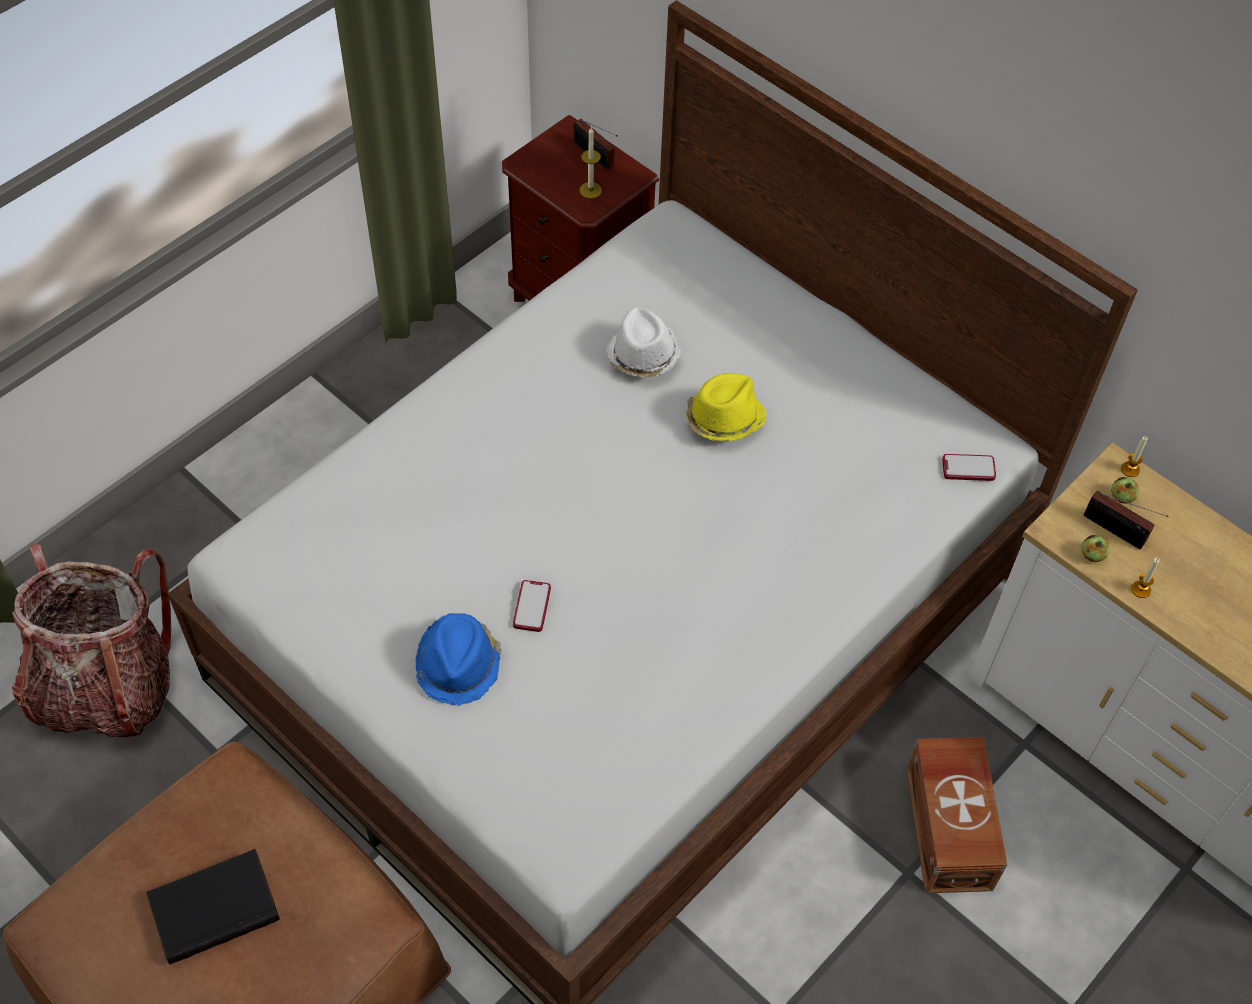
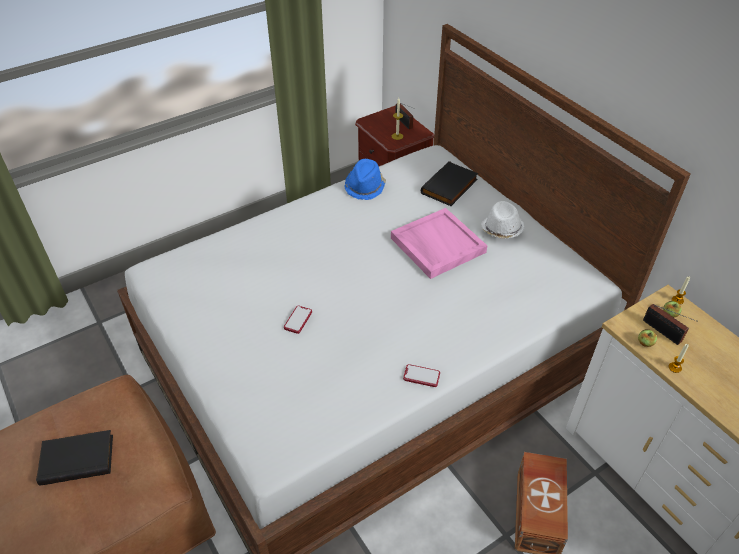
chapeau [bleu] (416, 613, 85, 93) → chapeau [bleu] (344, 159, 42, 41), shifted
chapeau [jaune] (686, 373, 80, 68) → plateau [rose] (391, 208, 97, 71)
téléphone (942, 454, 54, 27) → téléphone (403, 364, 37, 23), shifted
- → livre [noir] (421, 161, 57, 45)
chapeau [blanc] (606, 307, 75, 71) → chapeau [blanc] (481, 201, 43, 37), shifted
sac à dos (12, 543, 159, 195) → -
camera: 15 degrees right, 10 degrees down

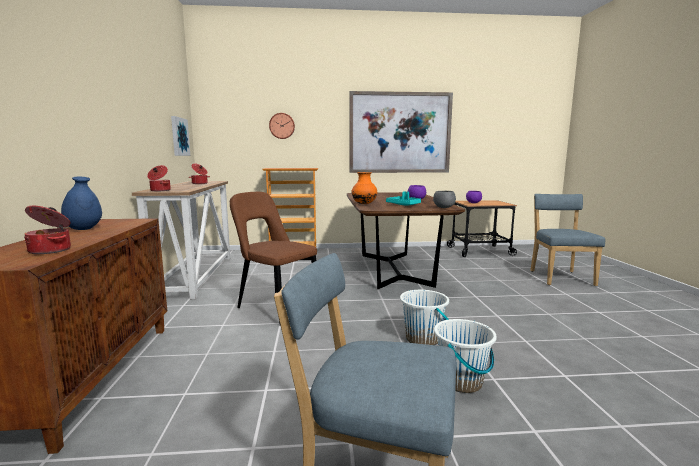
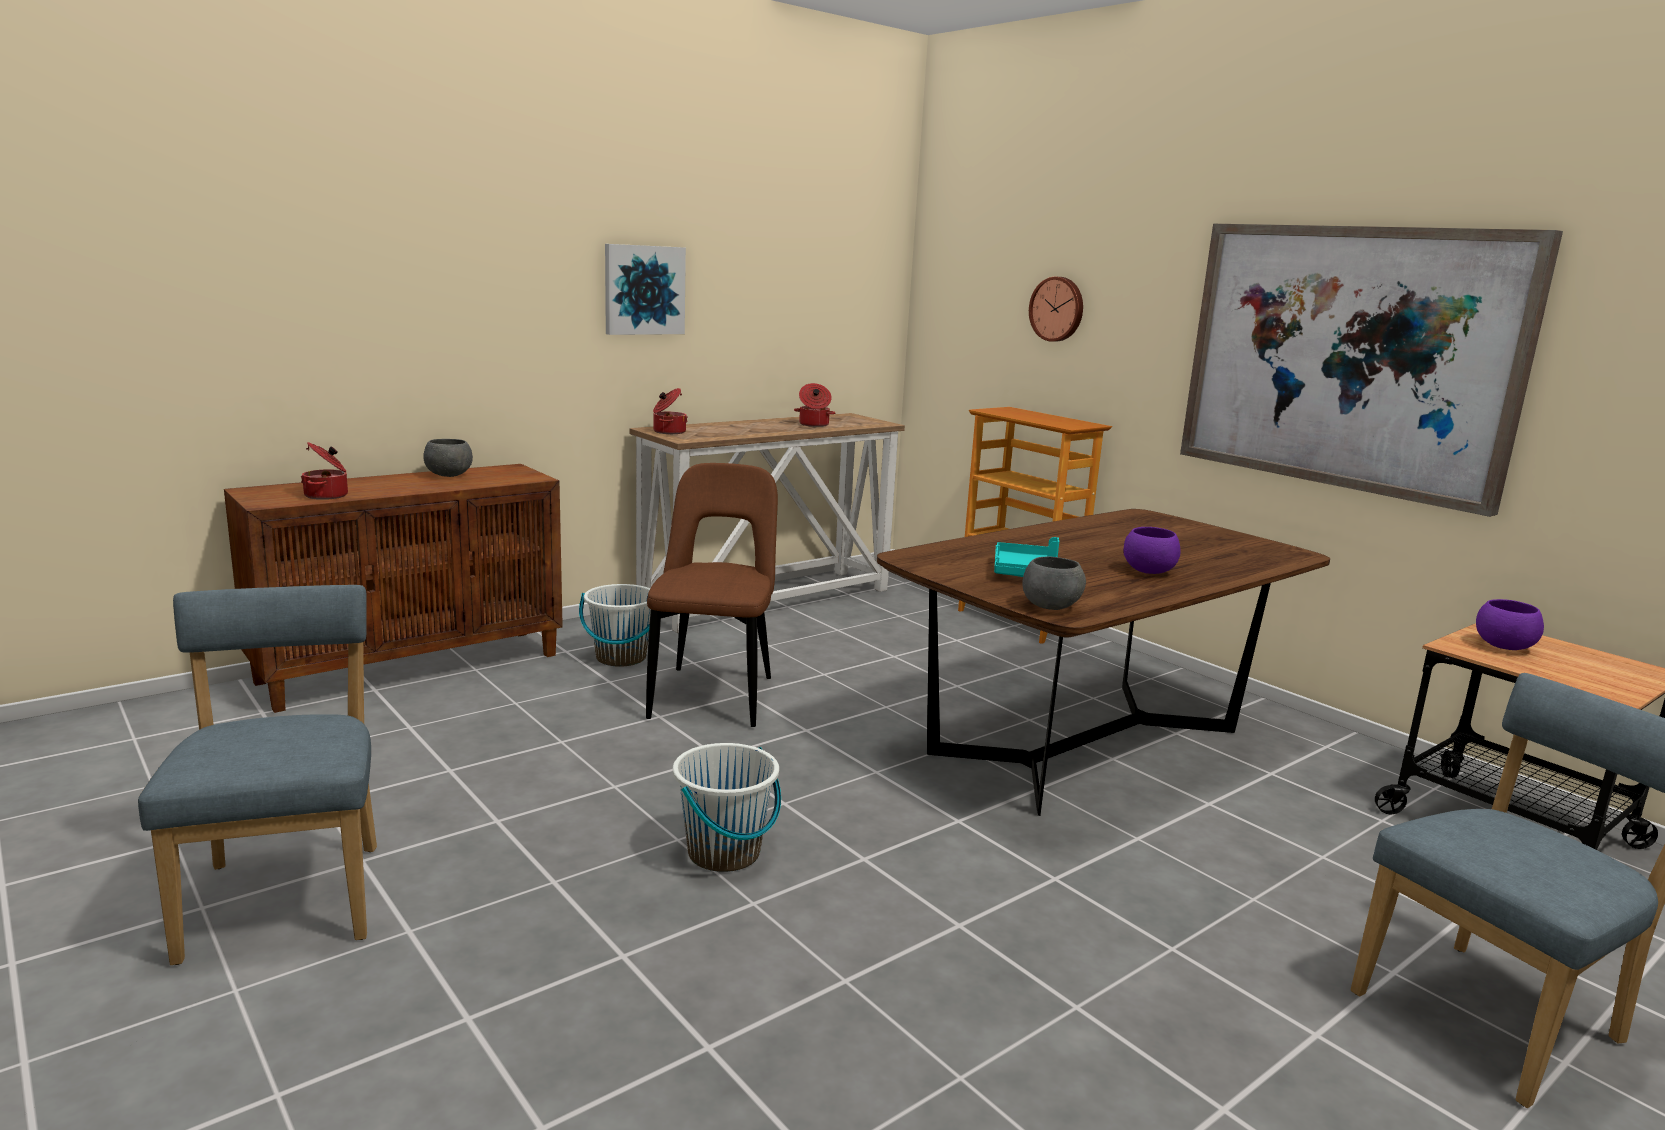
vase [bleu] (61, 177, 41, 53) → bol [gris] (423, 439, 50, 38)
seau [blanc] (434, 319, 63, 74) → seau [blanc] (579, 584, 72, 83), shifted
tableau (171, 116, 19, 40) → tableau (605, 244, 81, 91), shifted
vase [orange] (351, 172, 26, 32) → -
camera: 55 degrees right, 5 degrees up

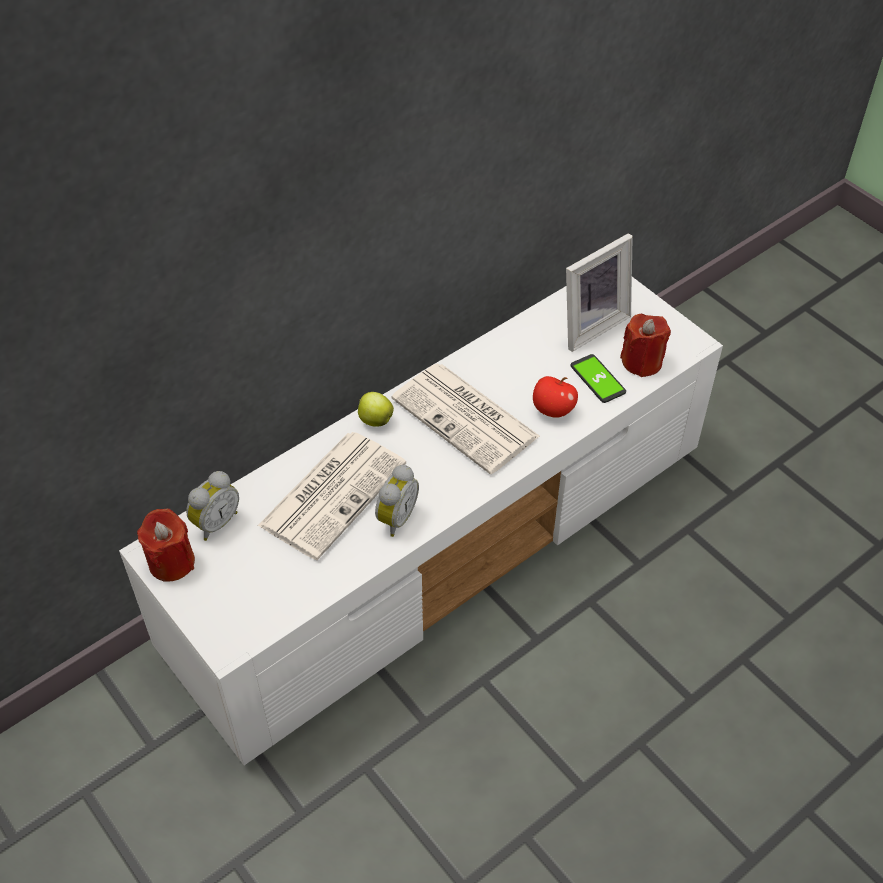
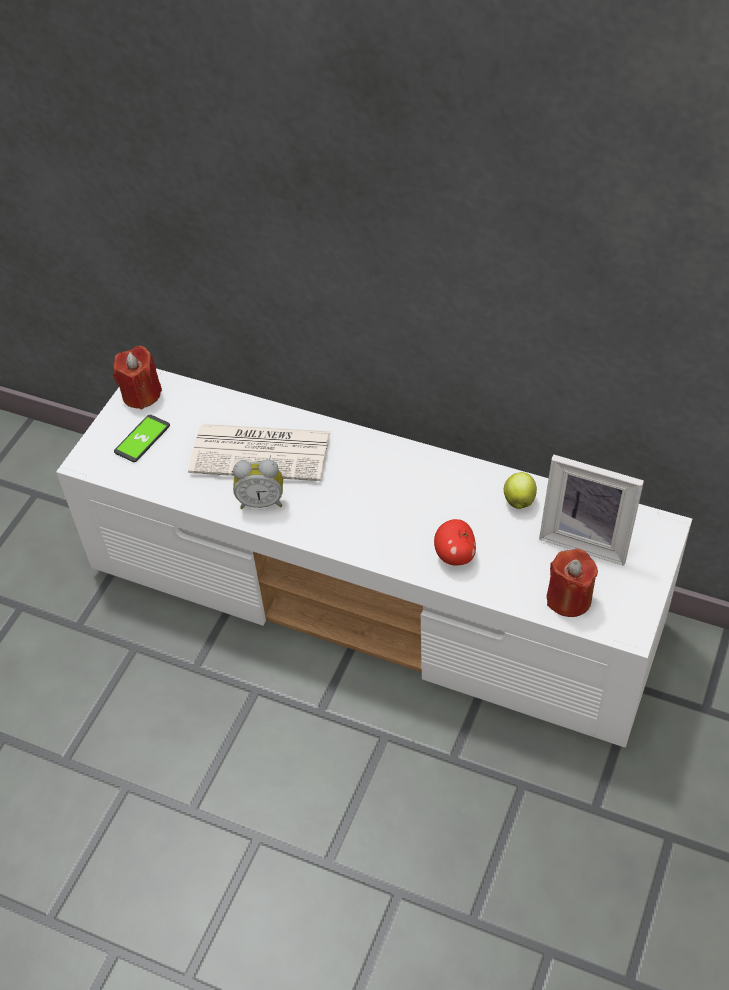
téléphone (570, 354, 56, 49) → téléphone (114, 415, 56, 47), shifted
pomme (358, 392, 36, 35) → pomme (504, 472, 33, 37), shifted
réveil (186, 471, 53, 70) → -
journal (391, 363, 149, 111) → -
camera: 65 degrees right, 0 degrees up

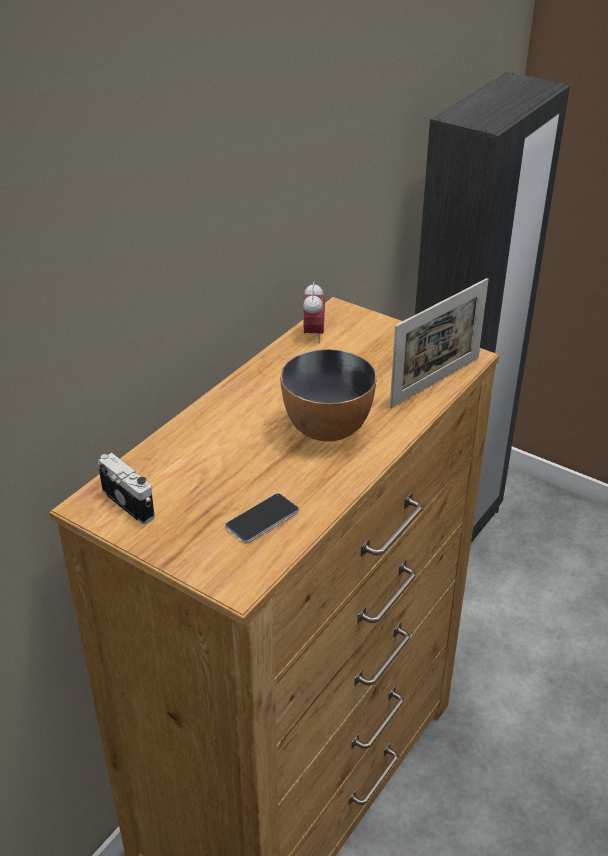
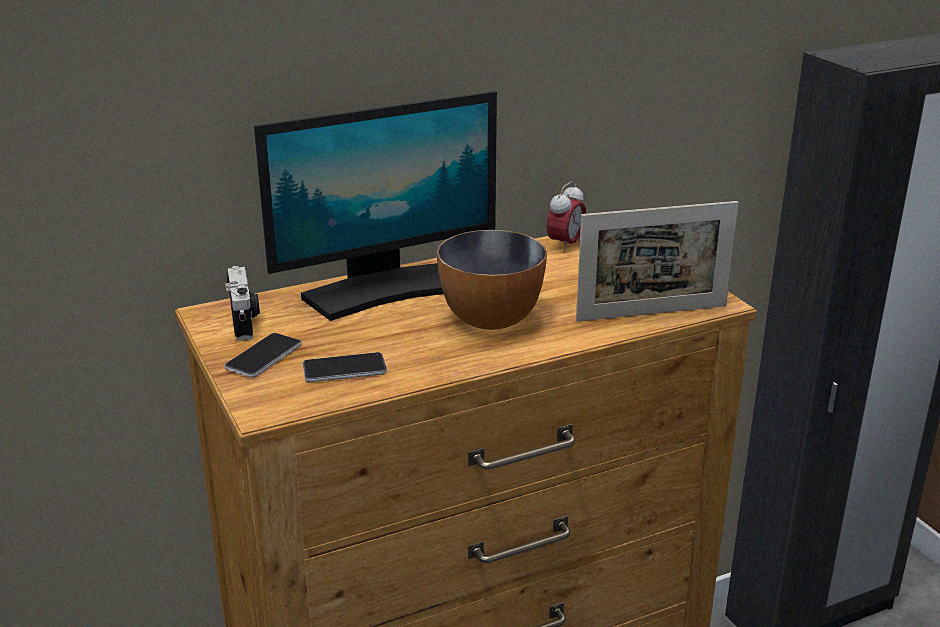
- → téléphone (224, 333, 78, 45)
- → écran d'ordinateur (254, 91, 243, 230)
camera: 30 degrees right, 10 degrees down

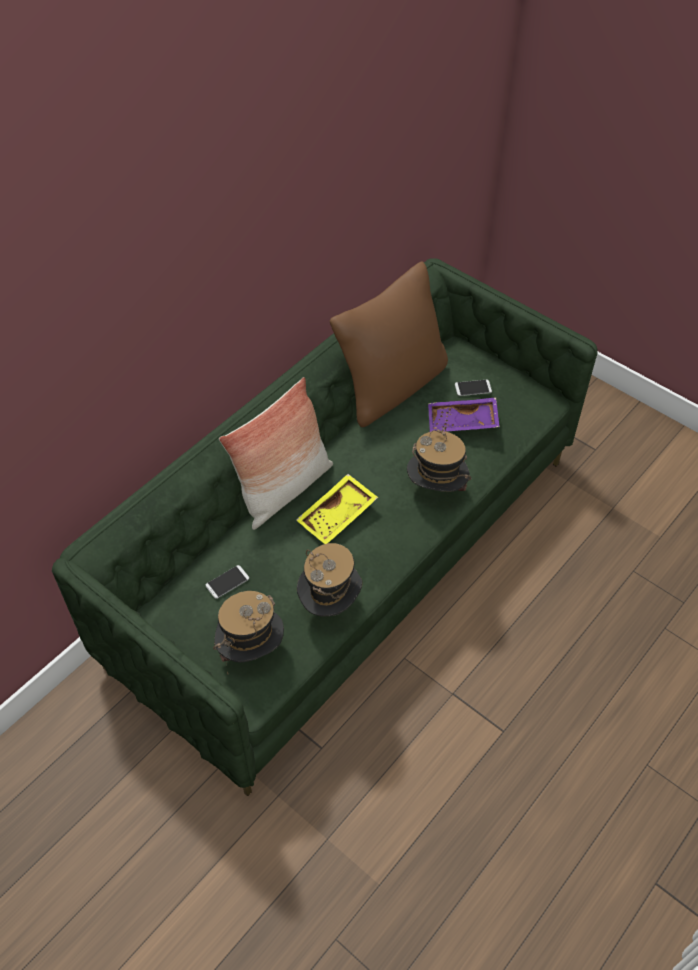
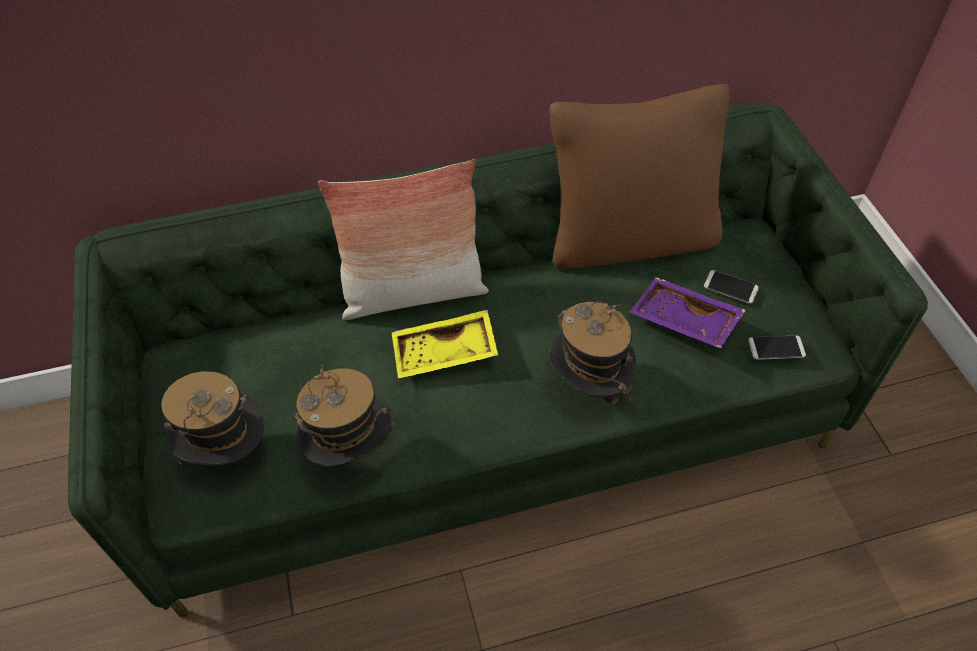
téléphone (205, 565, 44, 34) → téléphone (748, 335, 58, 25), shifted
camera: 35 degrees right, 0 degrees up

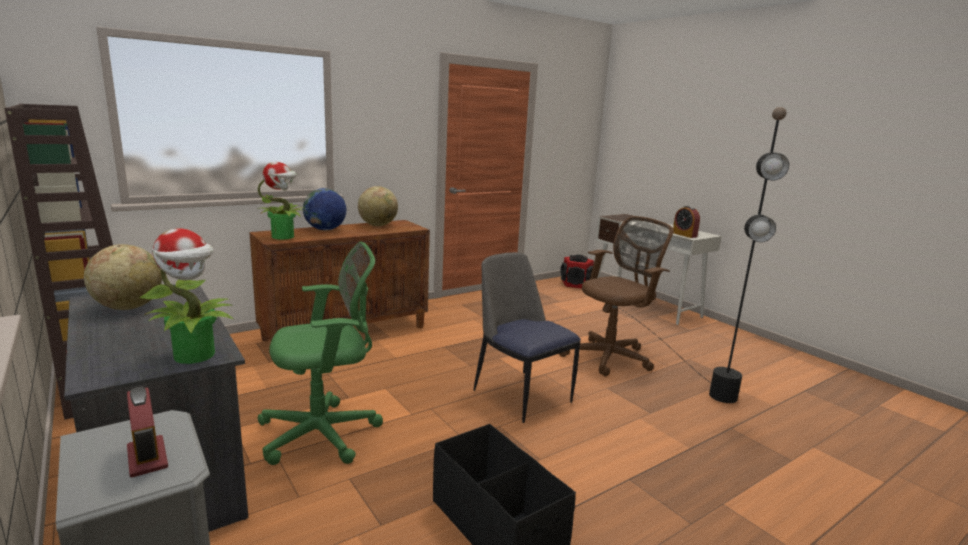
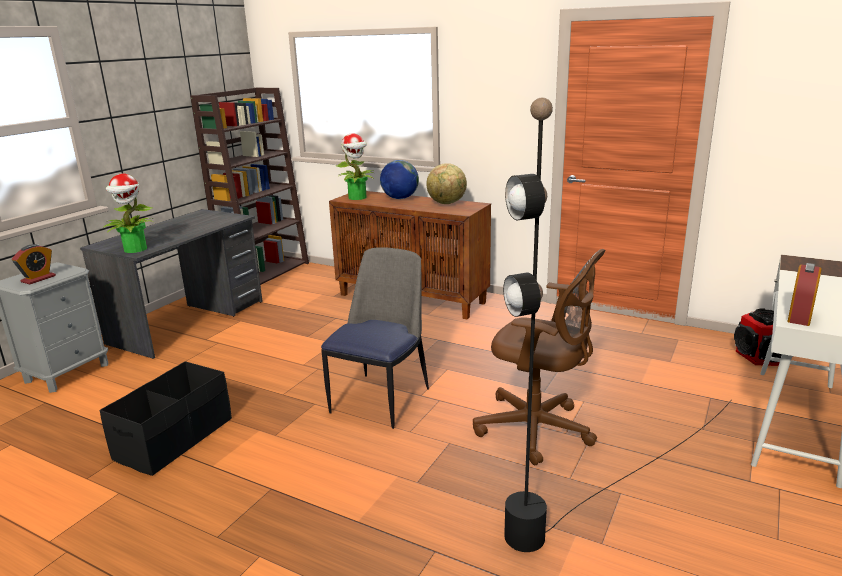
globe (84, 244, 78, 66) → -
chaise de bureau [vert] (258, 242, 125, 223) → -
camera: 65 degrees right, 5 degrees up

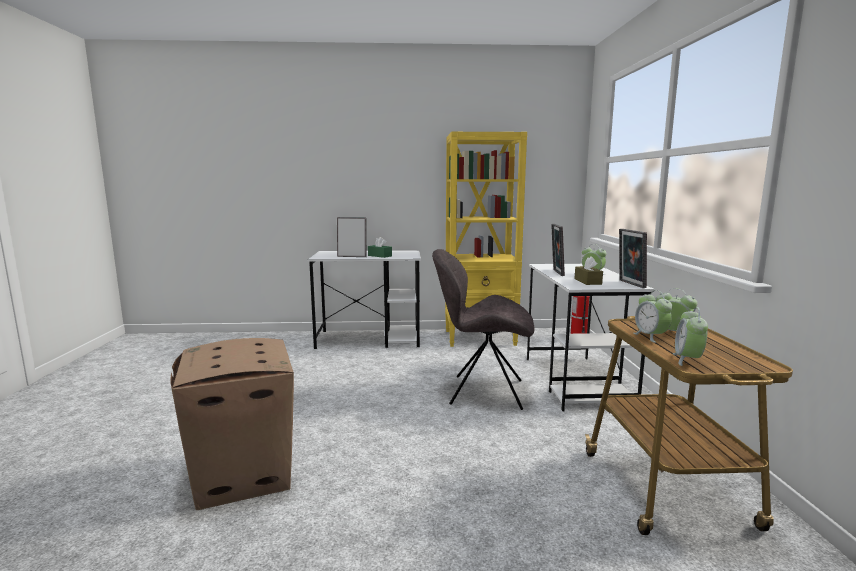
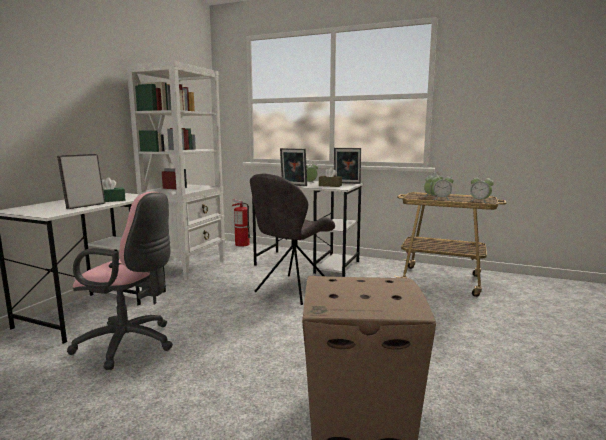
- → chaise de bureau [rose] (67, 192, 106, 178)
bibliothèque [jaune] (445, 132, 82, 215) → bibliothèque [blanc] (126, 61, 99, 219)
camera: 65 degrees left, 0 degrees up

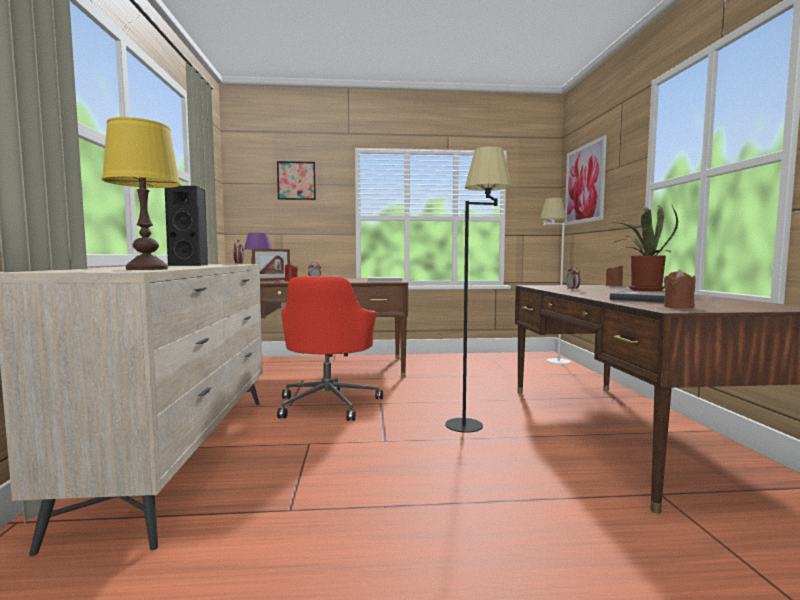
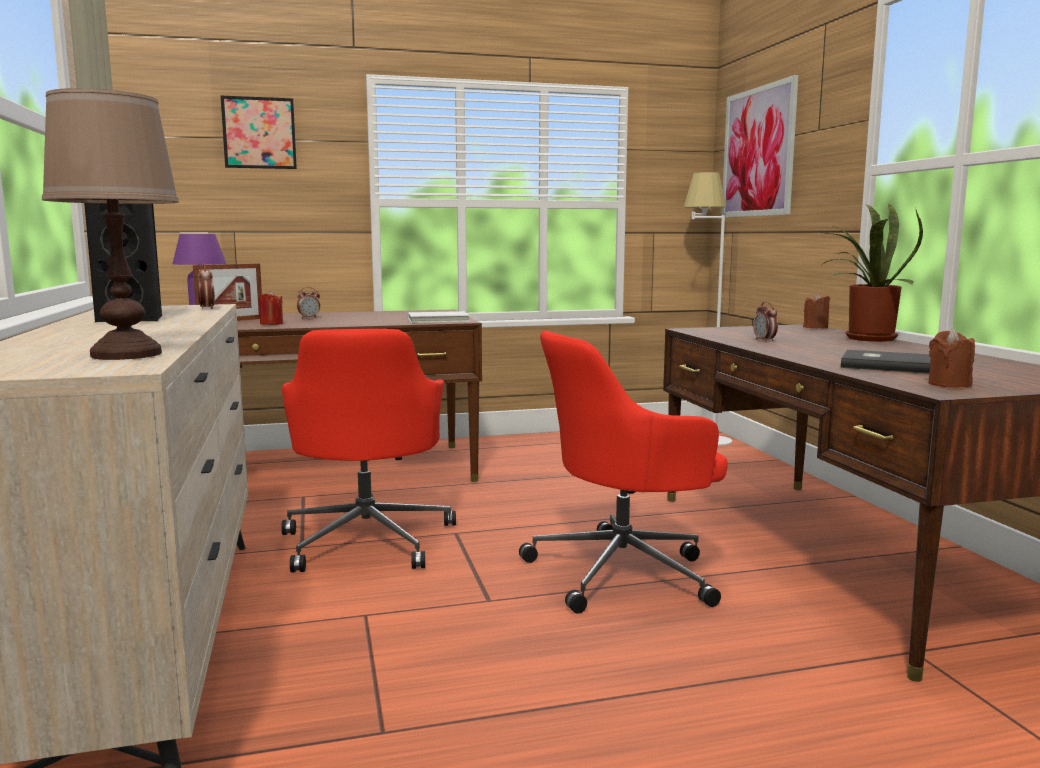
lampe de table [jaune] (102, 117, 79, 153) → lampe de table [marron] (42, 88, 137, 272)
lampadaire [noir] (445, 146, 67, 287) → chaise de bureau [rouge] (519, 331, 209, 283)
camera: 10 degrees left, 5 degrees up

